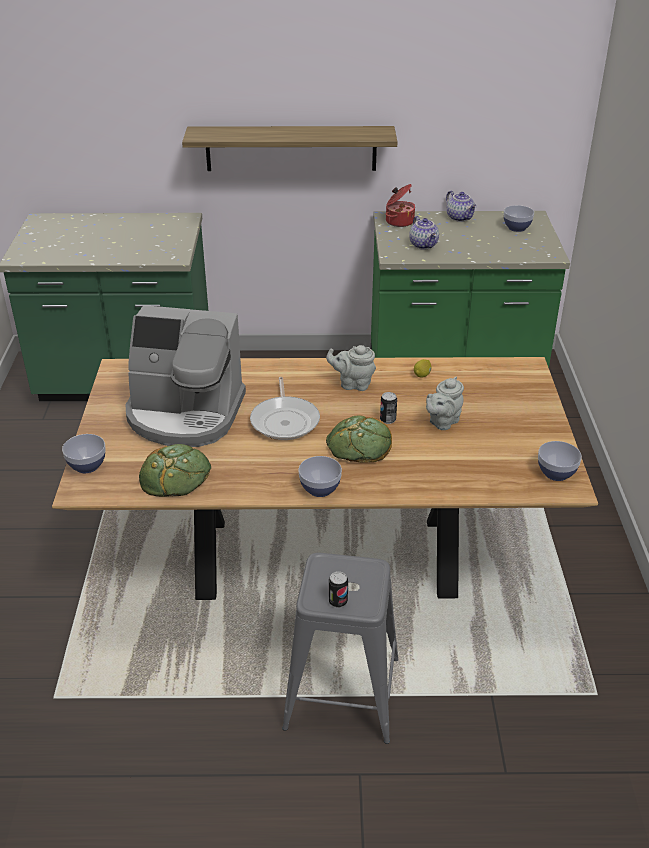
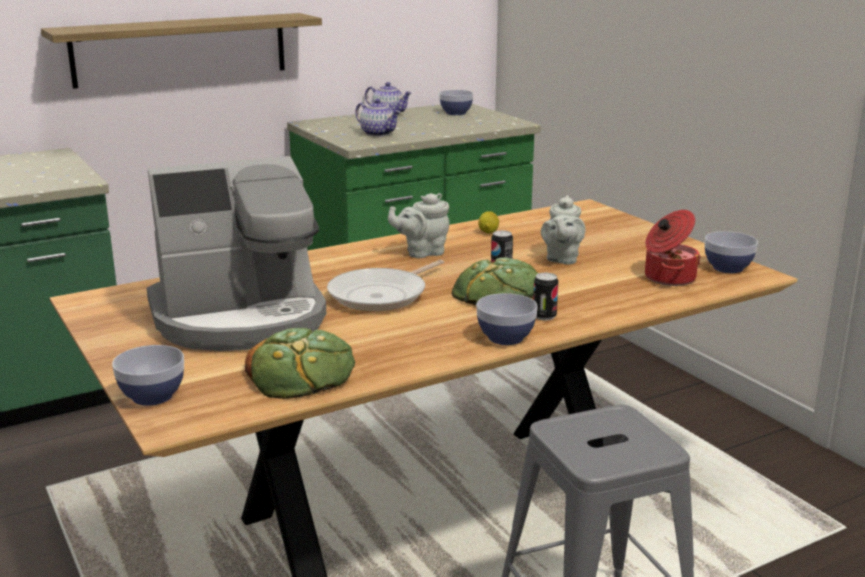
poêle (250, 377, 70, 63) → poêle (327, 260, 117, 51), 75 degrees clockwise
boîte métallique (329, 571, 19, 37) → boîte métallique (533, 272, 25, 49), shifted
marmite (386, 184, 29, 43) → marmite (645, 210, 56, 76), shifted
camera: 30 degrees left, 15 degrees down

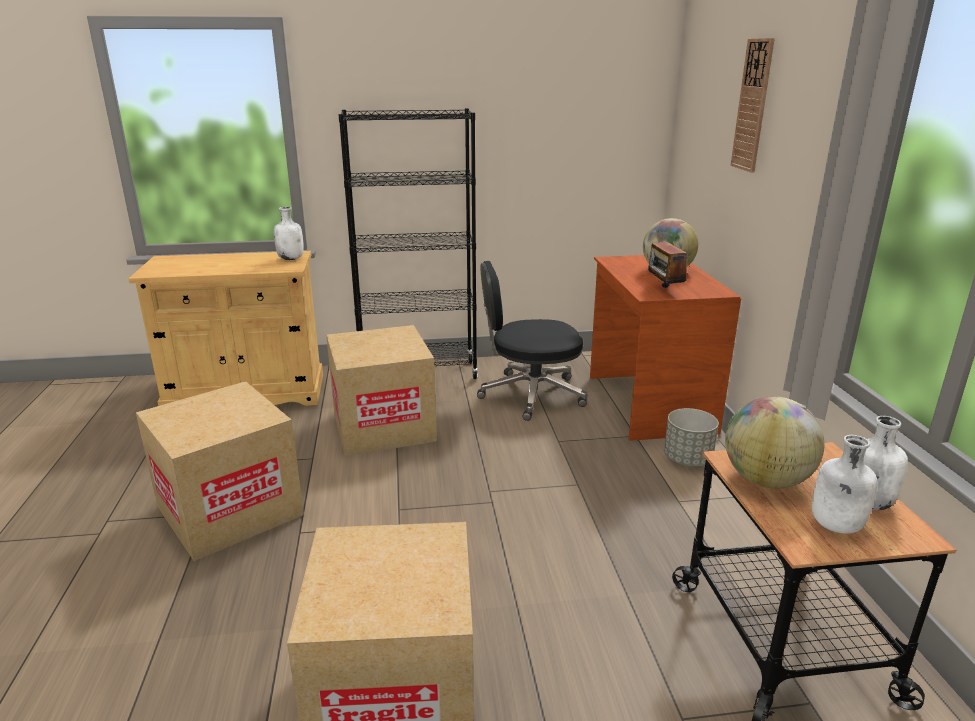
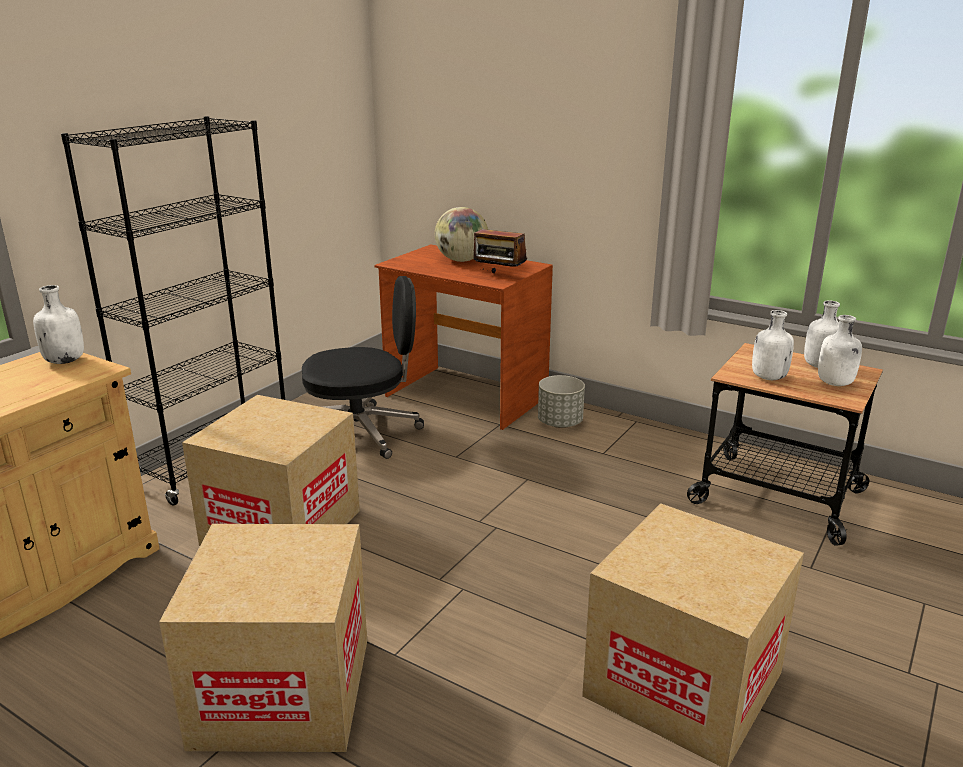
chaise de bureau [noir] (477, 261, 110, 160) → chaise de bureau [noir] (302, 276, 122, 183), 135 degrees counterclockwise
globe (725, 396, 99, 93) → bouteille [blanc] (752, 310, 42, 70)
horloge murale (731, 38, 44, 134) → -
camera: 50 degrees left, 0 degrees up

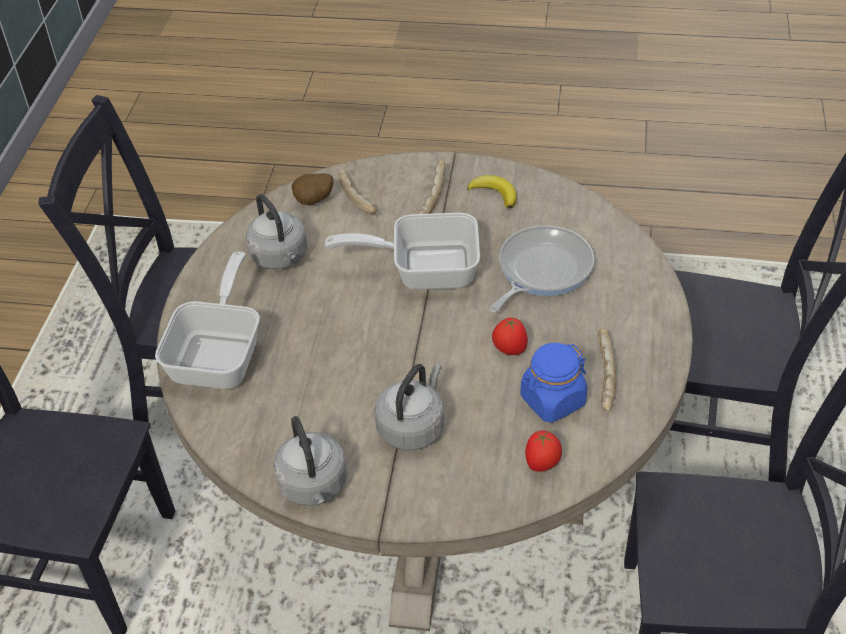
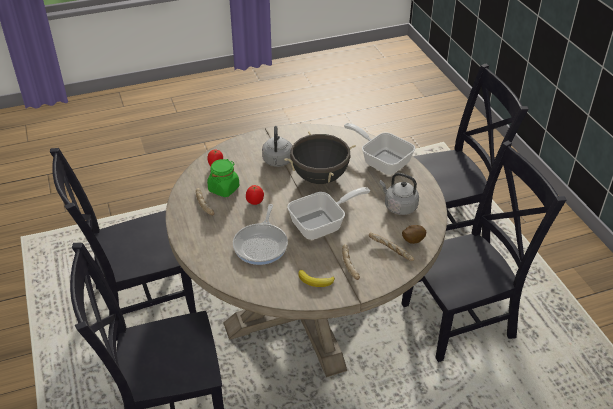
bocal [bleu] (520, 343, 67, 80) → bocal [vert] (207, 159, 33, 38)
- → marmite [noir] (284, 131, 72, 53)
poêle (155, 252, 105, 137) → poêle (344, 123, 71, 52), 150 degrees clockwise
bouilloire [gris] (273, 416, 74, 90) → -
camera: 150 degrees right, 5 degrees down

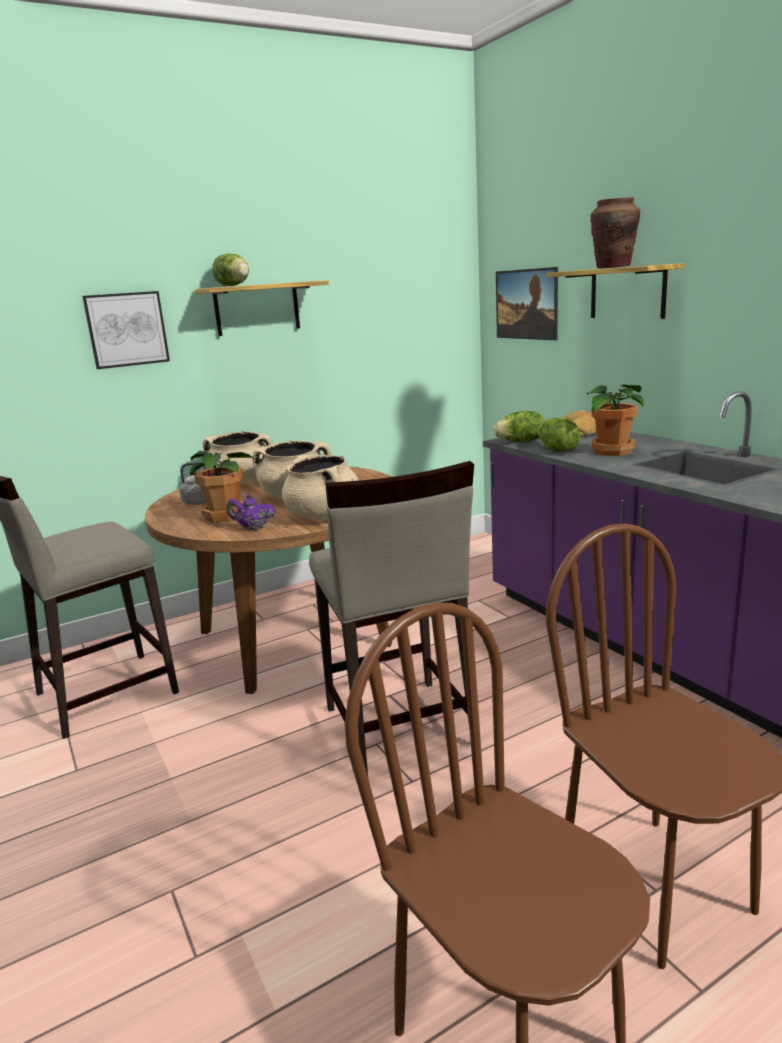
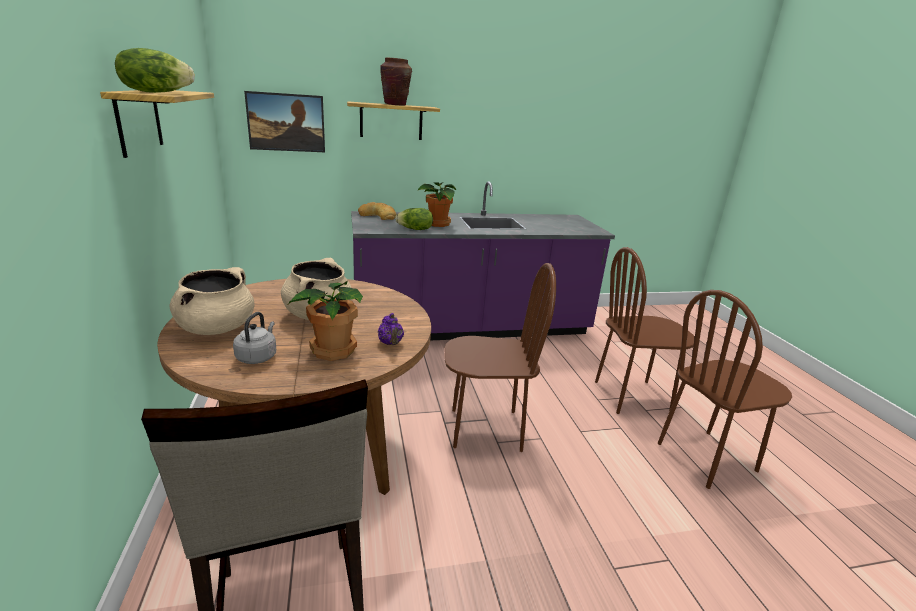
théière [violet] (227, 495, 48, 35) → théière [violet] (377, 313, 27, 32), 45 degrees counterclockwise
tabouret [beige] (309, 461, 165, 315) → chaise [marron] (445, 263, 111, 189)
tableau (82, 291, 88, 78) → -
marmite [beige] (282, 455, 77, 65) → -
laitue (493, 411, 52, 31) → -
camera: 75 degrees left, 5 degrees up

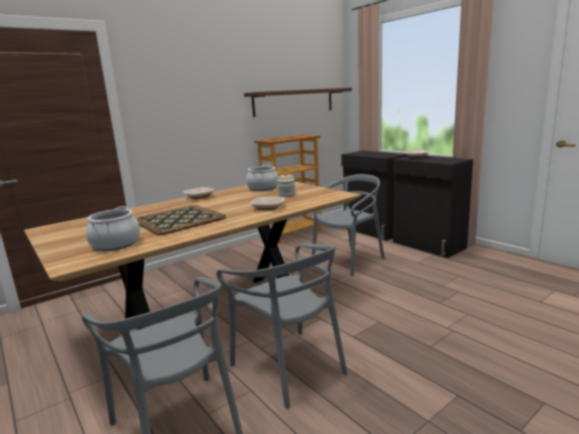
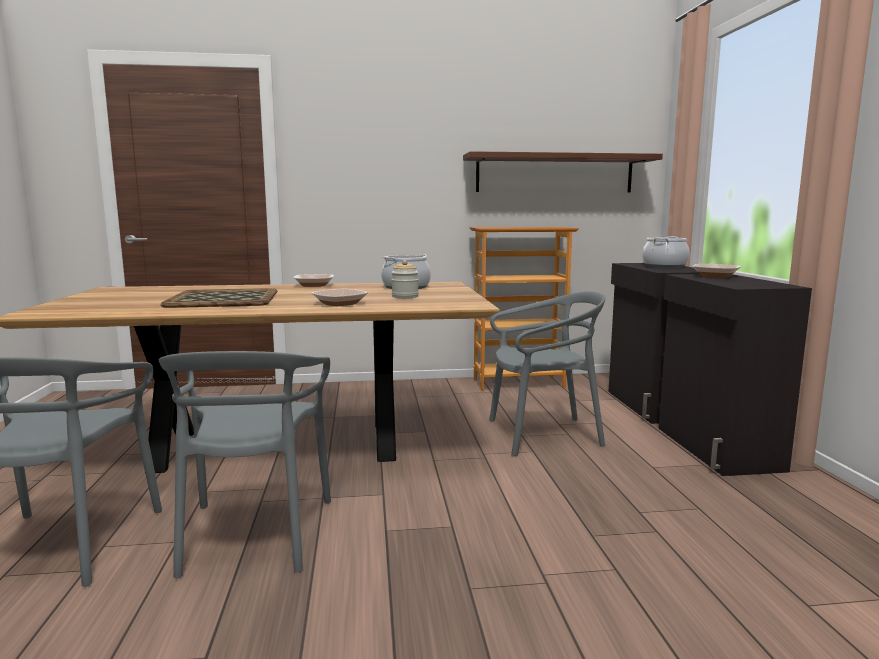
marmite (86, 206, 54, 45) → marmite (642, 236, 48, 32), shifted
camera: 30 degrees right, 5 degrees down

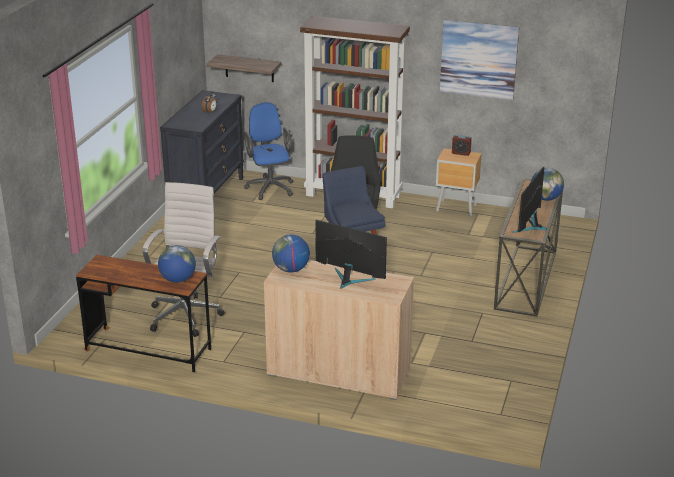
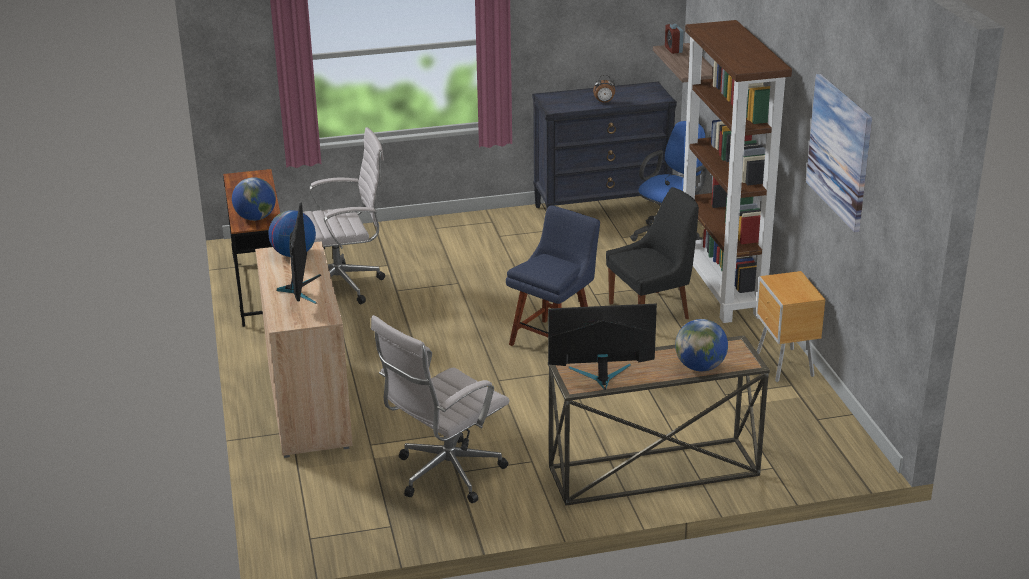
- → chaise de bureau [blanc] (371, 315, 139, 188)
réveil (452, 135, 20, 21) → réveil (665, 24, 19, 30), shifted
camera: 60 degrees right, 0 degrees up

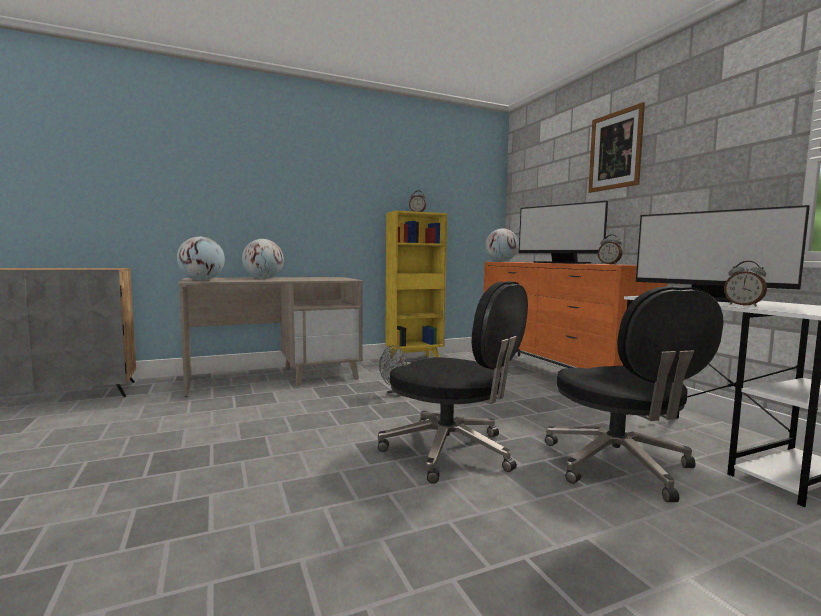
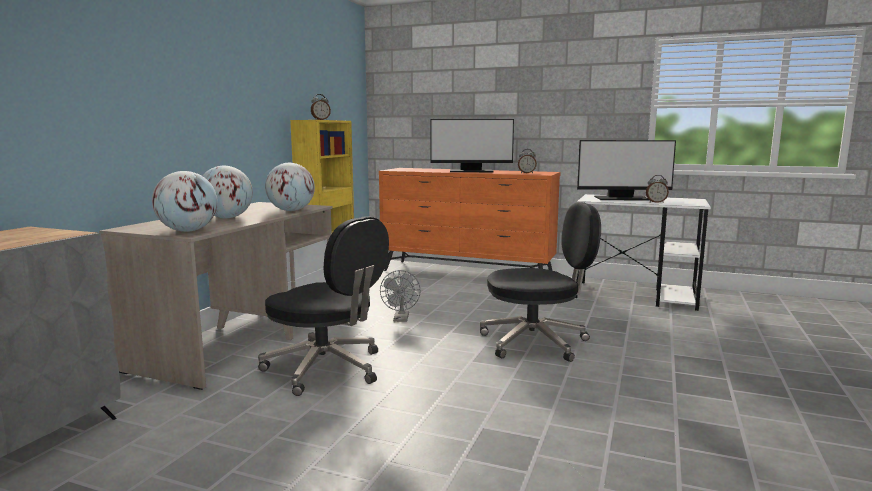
chaise de bureau [noir] (545, 286, 179, 216) → chaise de bureau [noir] (258, 216, 131, 180), shifted
globe (485, 228, 34, 34) → globe (265, 163, 50, 48), shifted
tableau (588, 102, 57, 91) → -
camera: 45 degrees left, 5 degrees up

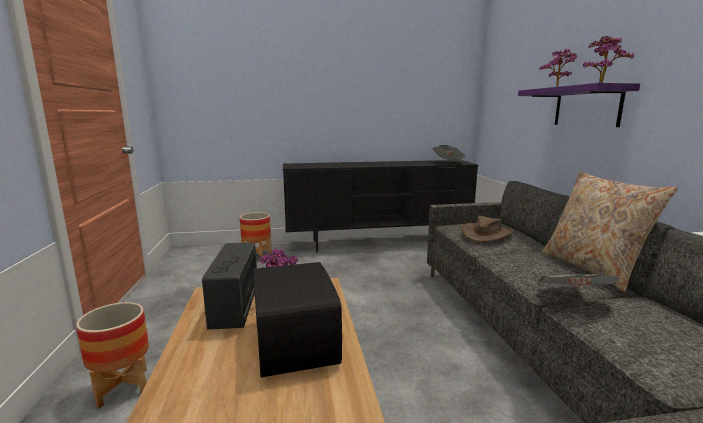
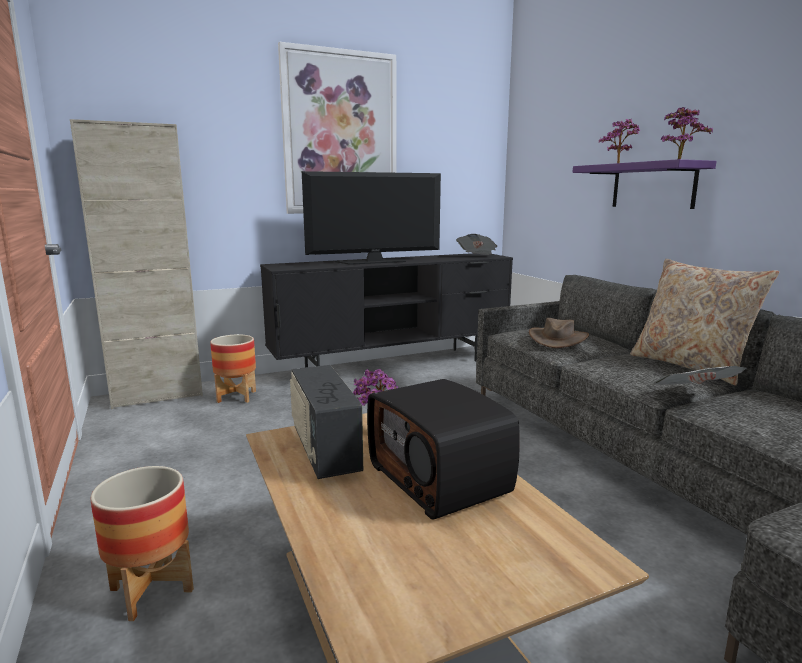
- → meuble de rangement [beige] (70, 119, 133, 290)
- → tableau (278, 42, 119, 172)
- → téléviseur (302, 171, 139, 94)
camera: 15 degrees left, 0 degrees up

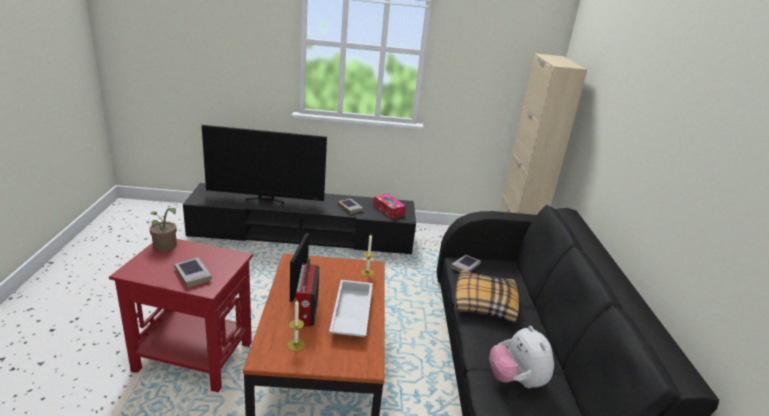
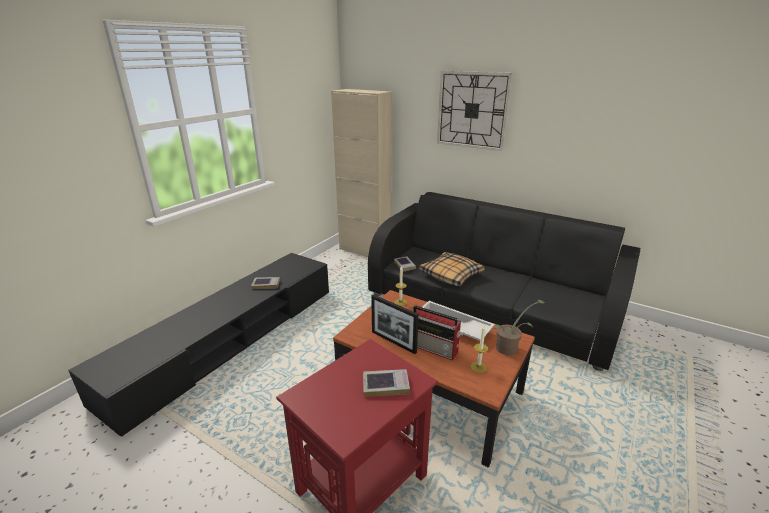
- → horloge murale (437, 71, 75, 80)
plante en pot (150, 208, 27, 44) → plante en pot (494, 300, 51, 55), shifted
téléviseur (202, 125, 125, 79) → -
boîte à mouchoirs (373, 193, 33, 26) → -
peluche (489, 326, 65, 62) → -
camera: 55 degrees left, 0 degrees up

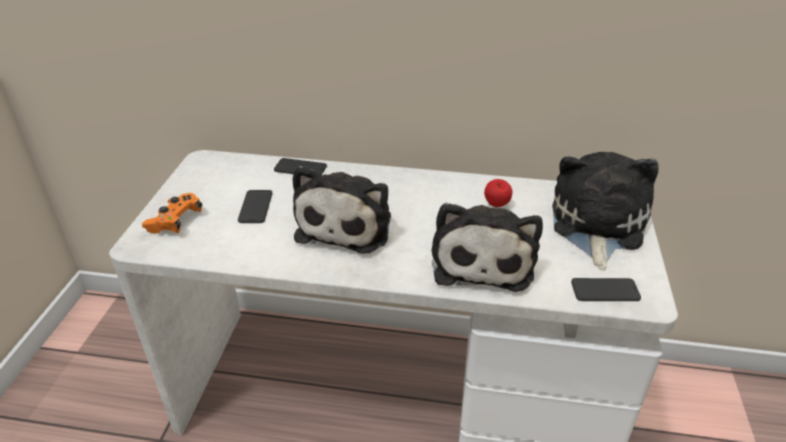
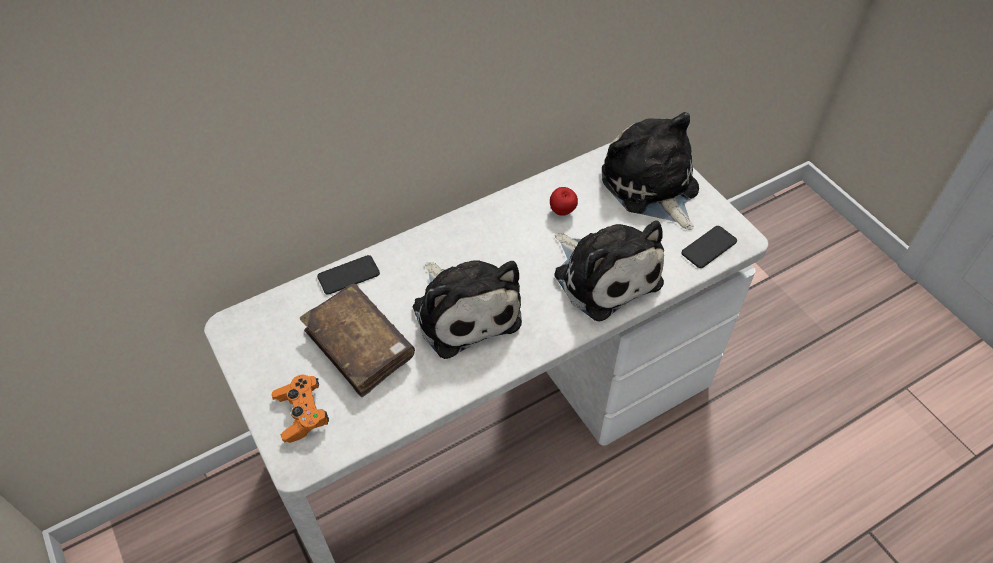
téléphone (238, 190, 34, 33) → livre [marron] (300, 284, 115, 114)
camera: 40 degrees left, 15 degrees up

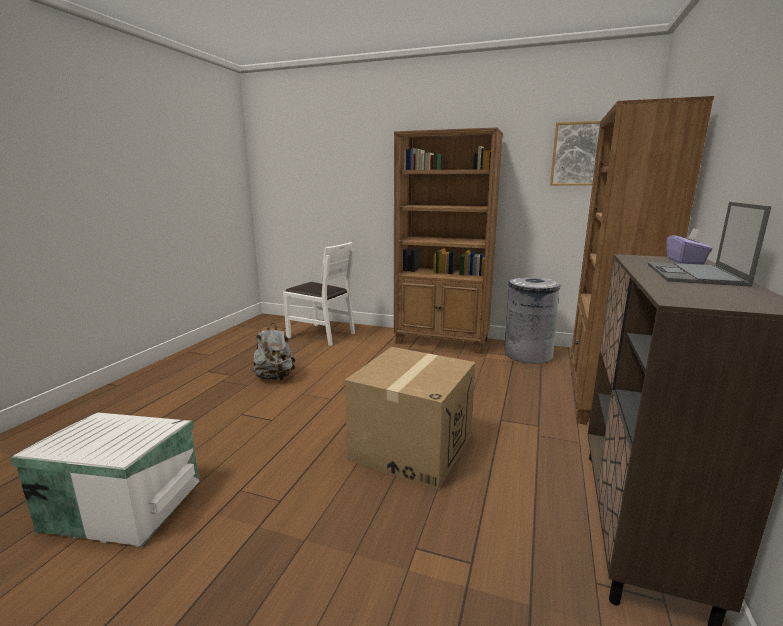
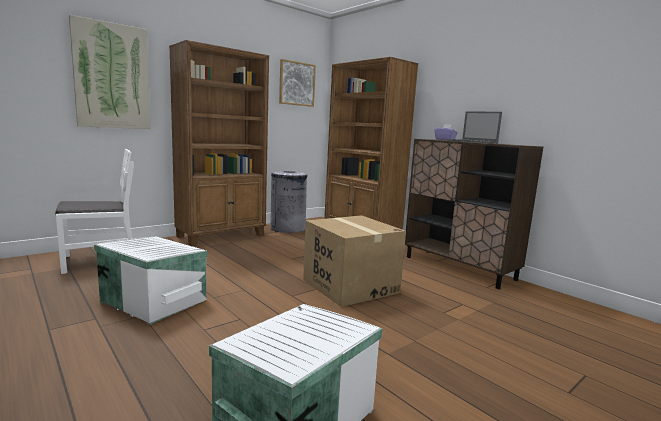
- → tableau (69, 15, 82, 114)
sac à dos [gris] (251, 323, 44, 58) → boîte de rangement [blanc] (94, 236, 114, 89)
camera: 60 degrees left, 5 degrees down

